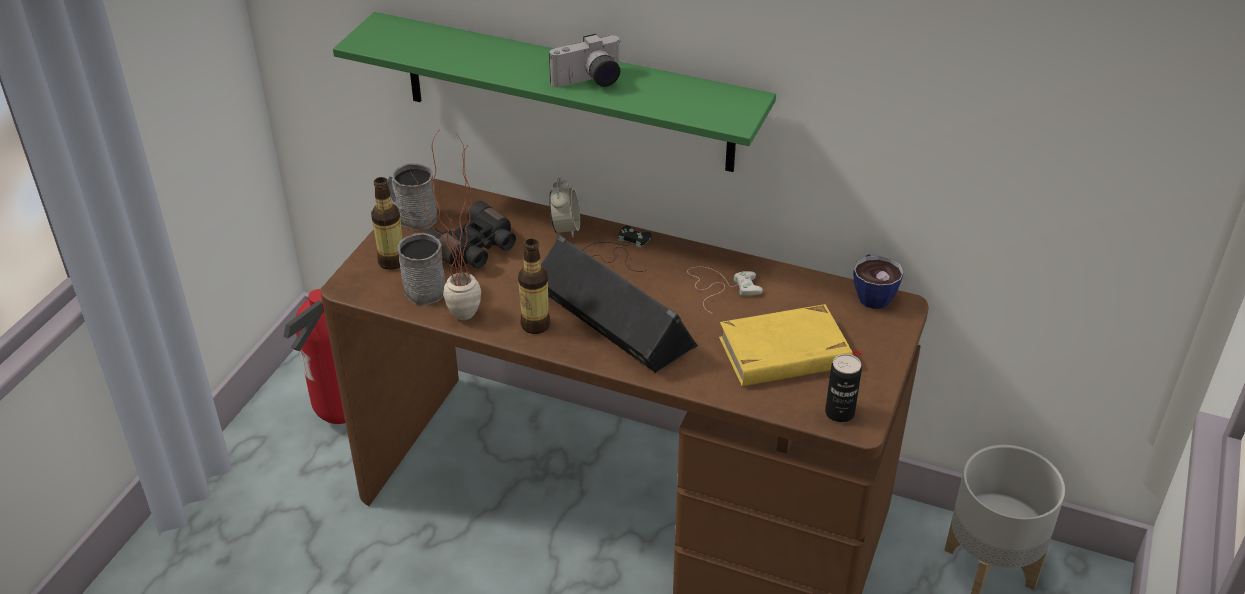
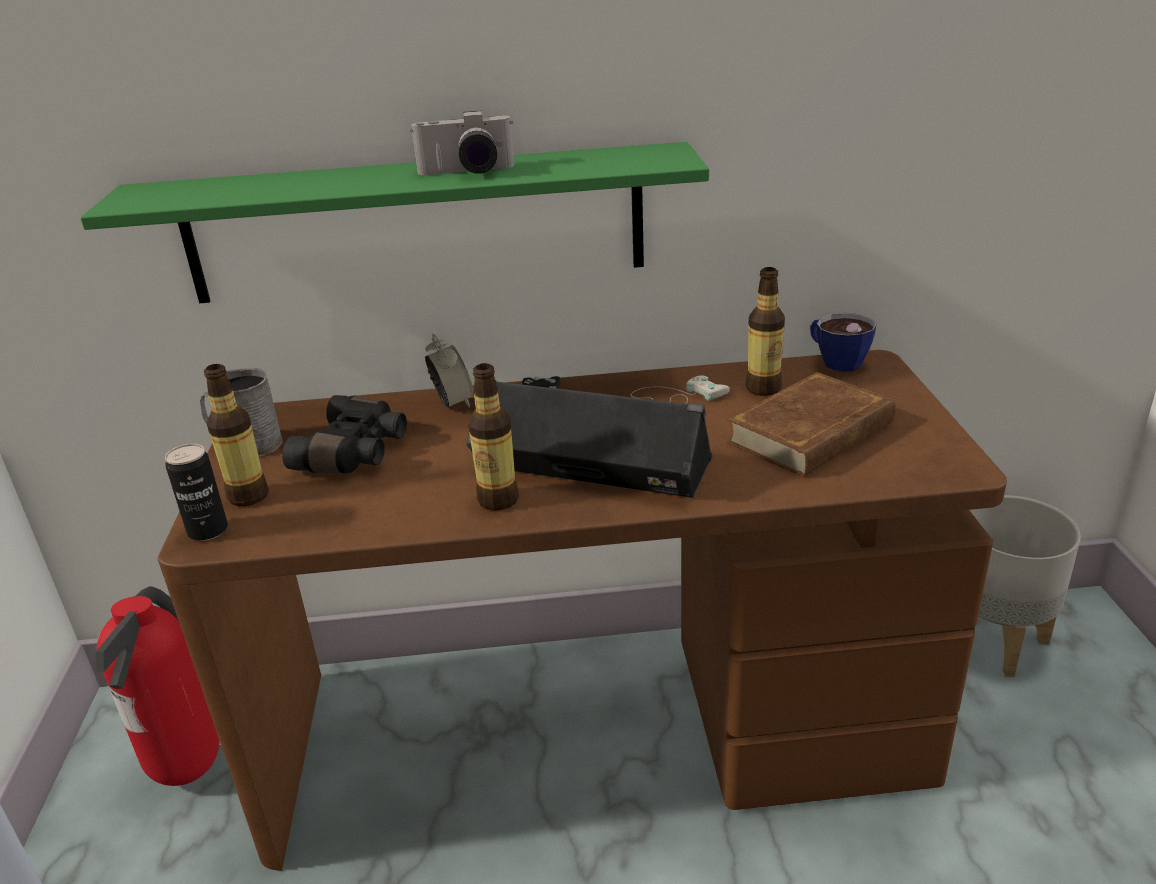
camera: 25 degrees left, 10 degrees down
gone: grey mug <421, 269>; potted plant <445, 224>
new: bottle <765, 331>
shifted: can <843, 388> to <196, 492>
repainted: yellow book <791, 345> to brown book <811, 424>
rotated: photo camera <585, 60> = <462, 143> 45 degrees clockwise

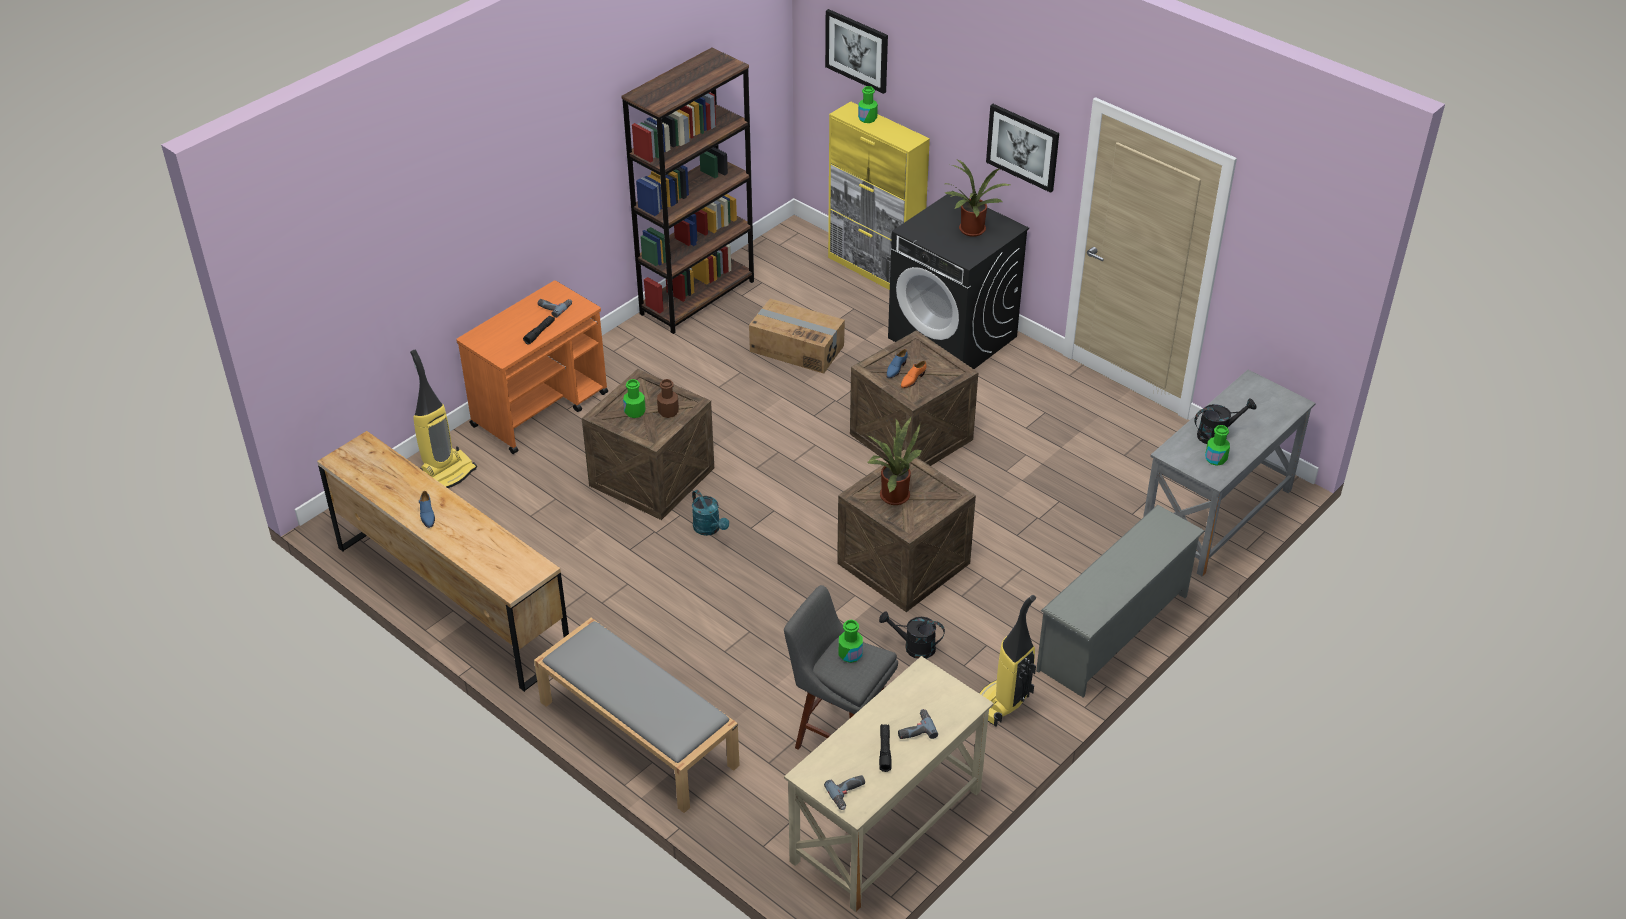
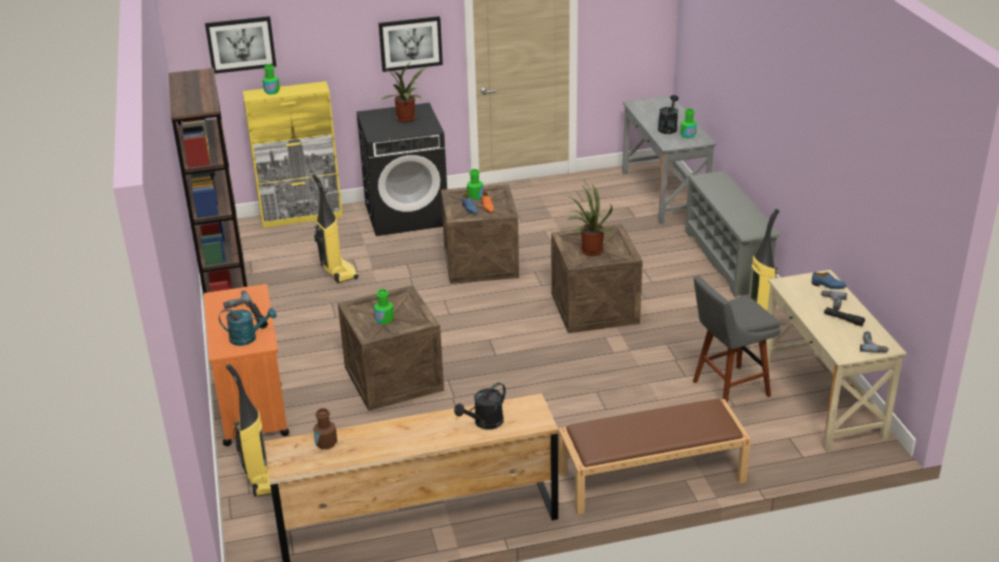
camera: 55 degrees left, 10 degrees down
shifted: turquoise watering can <710, 513> to <248, 327>; brown bottle <668, 398> to <325, 428>; black watering can <912, 635> to <480, 406>; green bottle <851, 641> to <475, 184>; blue shoe <427, 509> to <829, 280>
swapped: cardboard box <797, 336> to vacuum cleaner <335, 228>
repainted: grey bench <637, 715> to brown bench <654, 457>

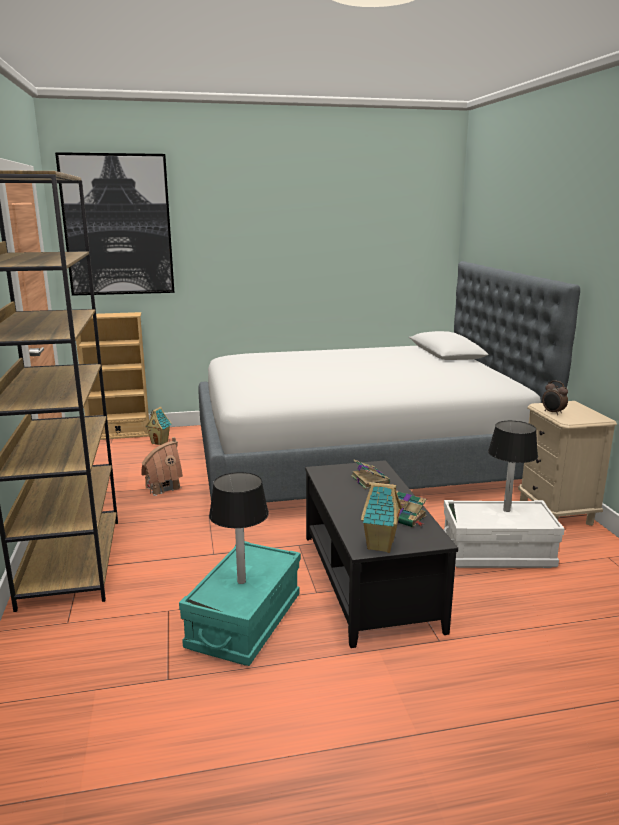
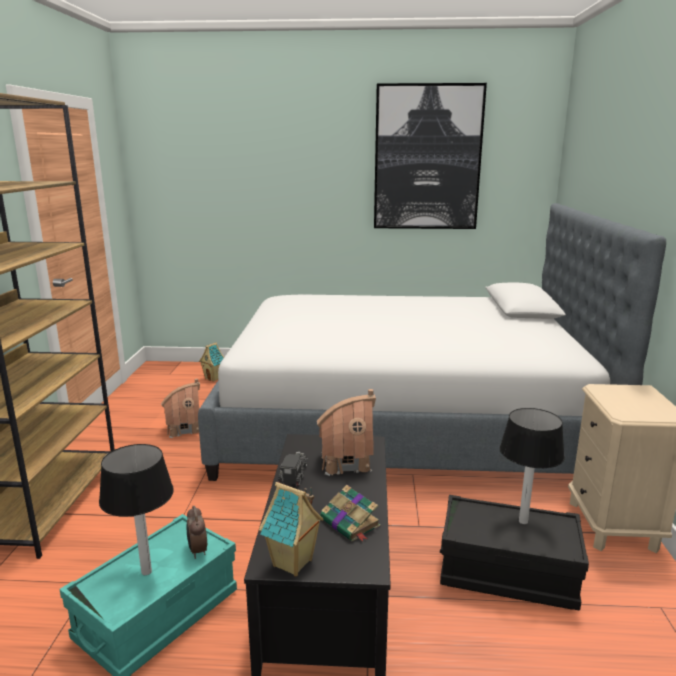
camera: 15 degrees right, 0 degrees up
gone: beige bookcase <112, 376>
new: toy truck <293, 469>
shifted: alarm clock <555, 397> to <196, 532>; picture <114, 224> to <430, 156>
swapped: book <370, 474> to toy house <346, 433>
repainted: white storage box <504, 534> to black storage box <514, 552>

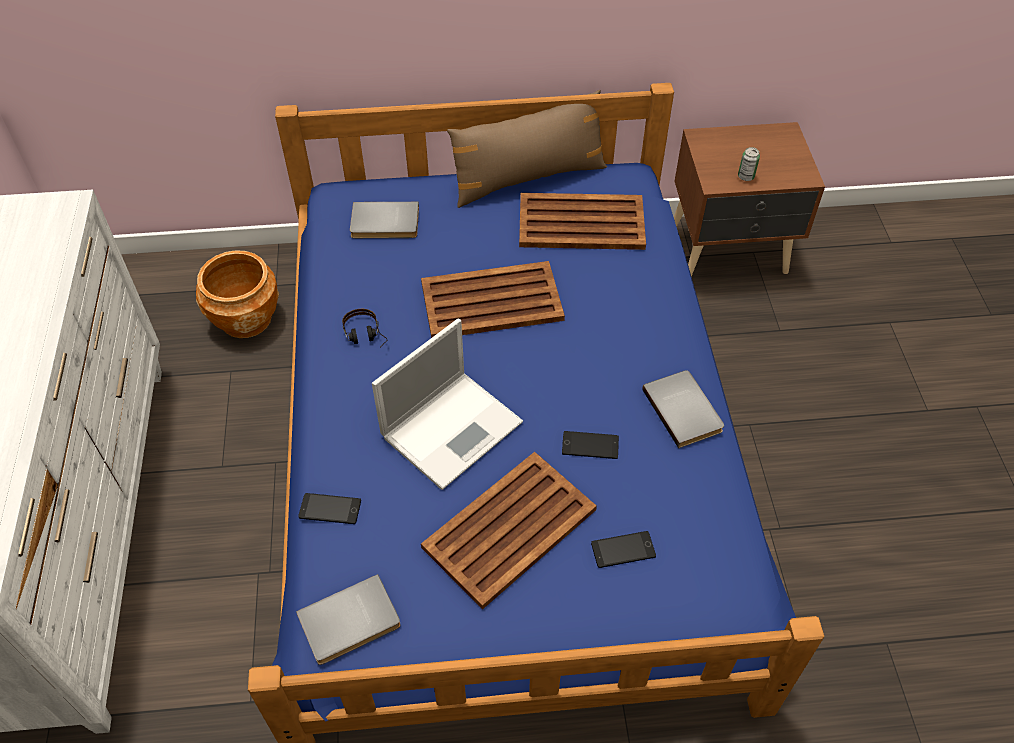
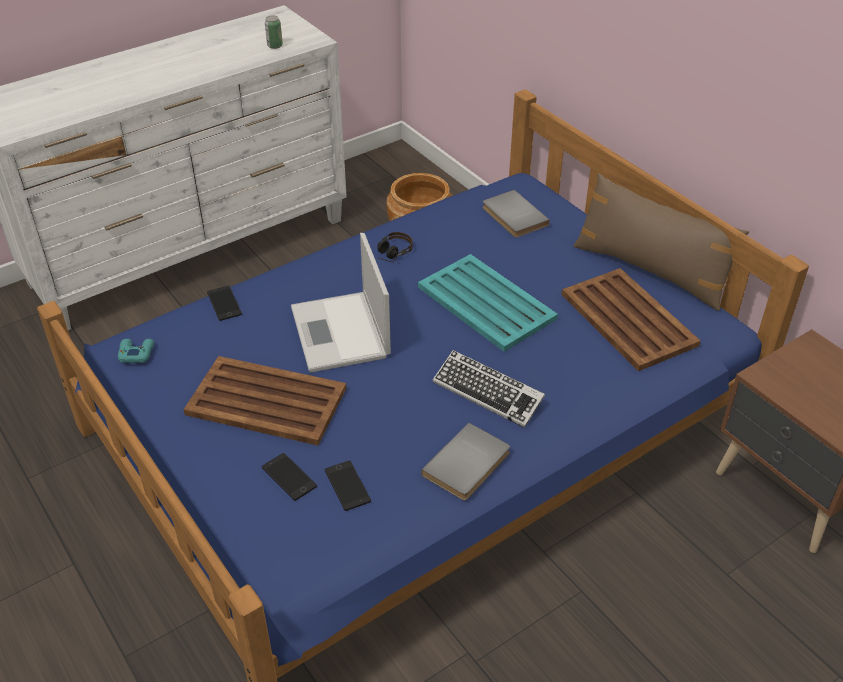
camera: 60 degrees right, 10 degrees down
new: keyboard <489, 389>
shifted: can <749, 164> to <274, 32>; phone <590, 445> to <348, 485>
swapped: grey book <348, 619> to turquoise game controller <136, 351>
repainted: brown tray <493, 299> to turquoise tray <488, 303>
rotated: laptop <447, 404> = <341, 302> 60 degrees clockwise

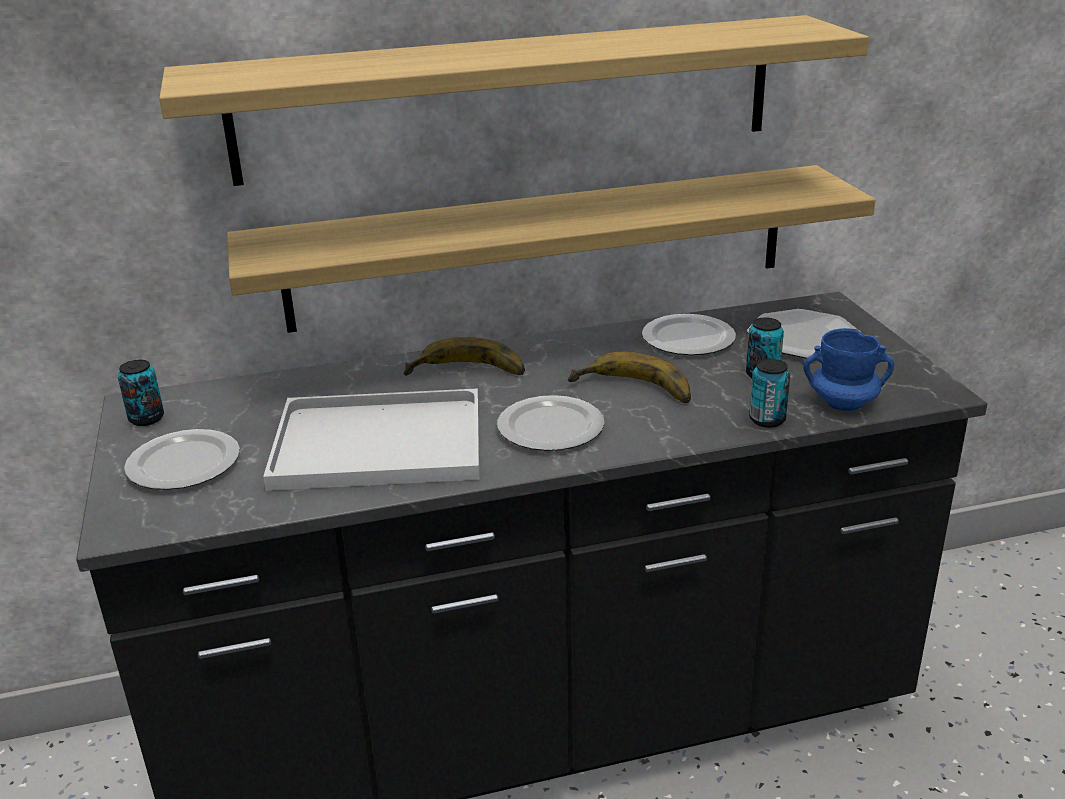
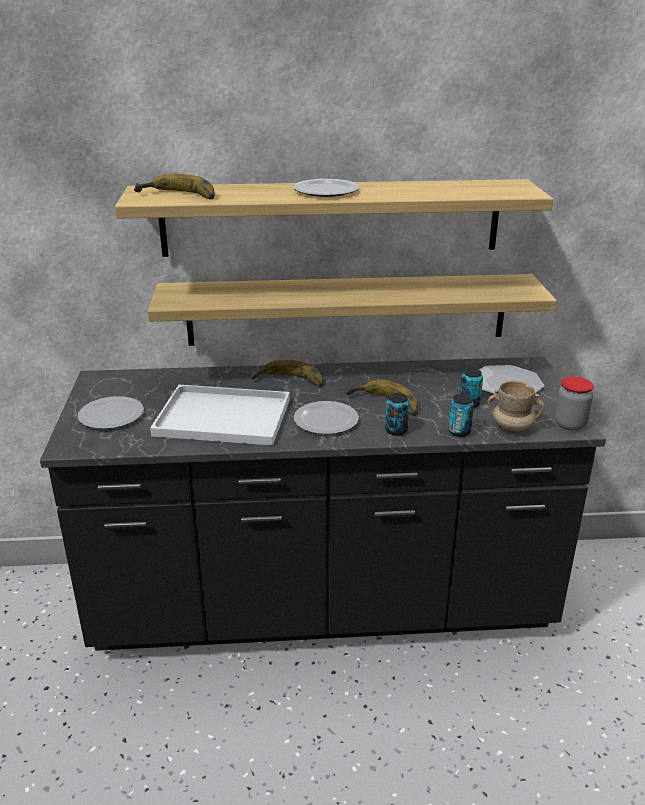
camera: 10 degrees right, 0 degrees up
new: banana <174, 186>; jar <574, 403>
shifted: plate <689, 334> to <326, 188>; can <141, 393> to <397, 414>
repainted: blue mug <848, 369> to beige mug <516, 407>

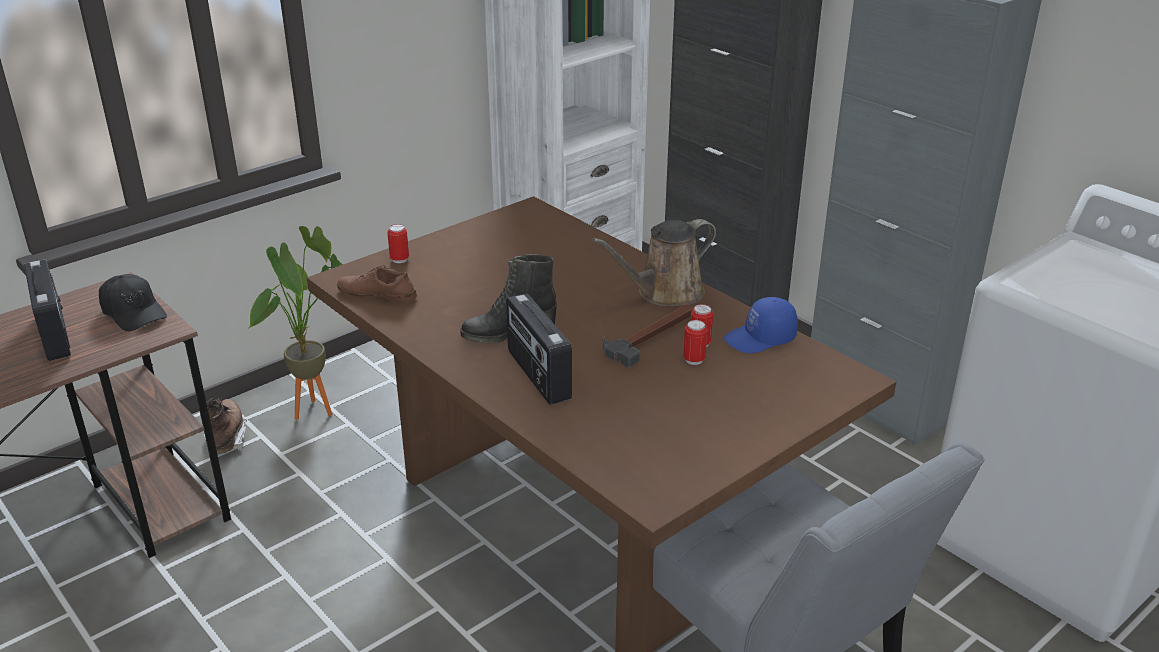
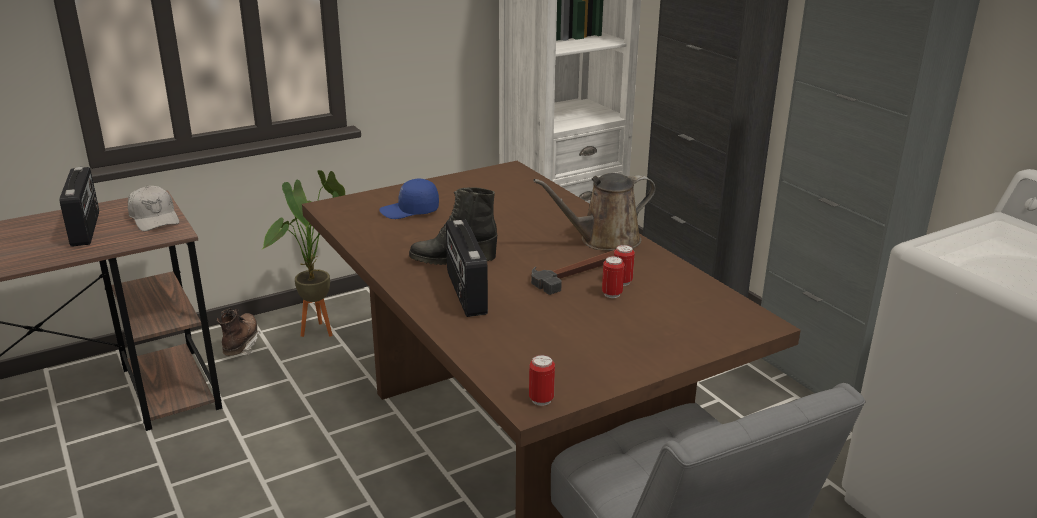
camera: 10 degrees right, 5 degrees down
gone: brown shoe <377, 284>
shifted: blue cap <761, 325> to <409, 198>; can <398, 243> to <542, 380>
repainted: black cap <133, 302> to white cap <154, 208>

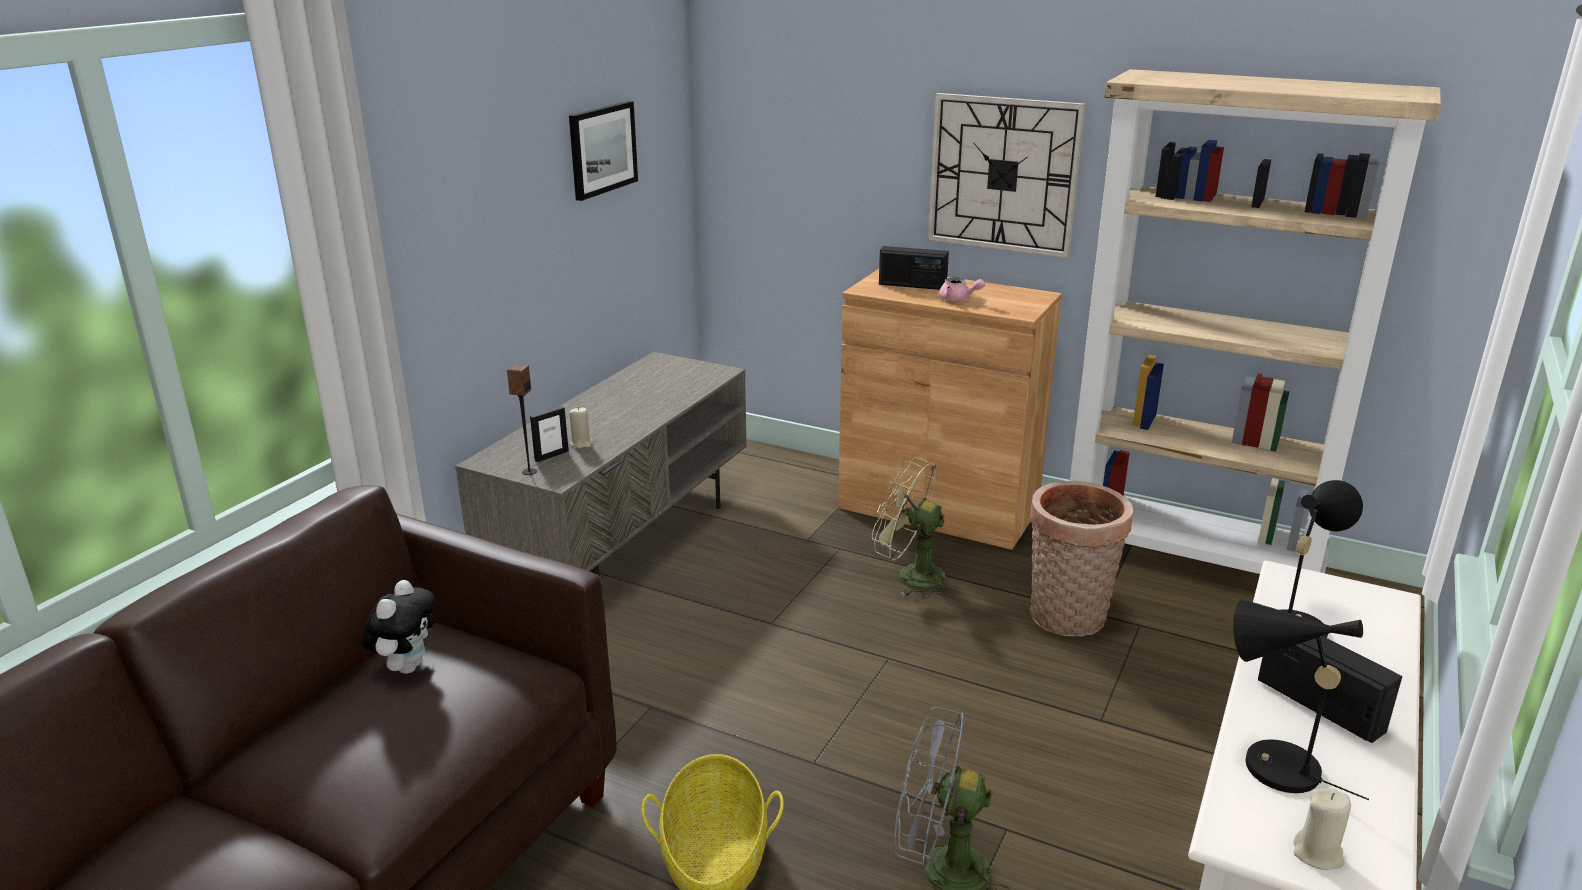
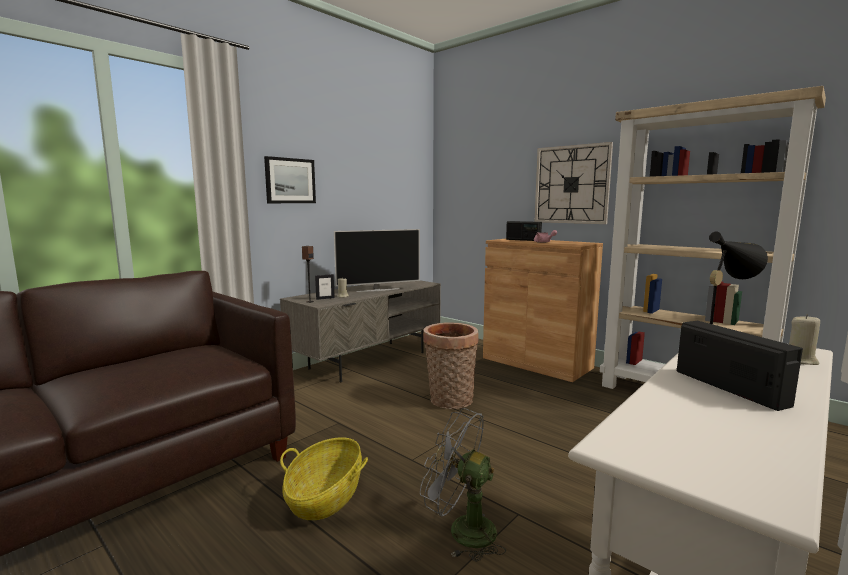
camera: 15 degrees right, 15 degrees down
gone: plush toy <398, 627>; green fan <913, 528>; black table lamp <1301, 699>
new: television <377, 260>
shifted: picture <603, 151> to <290, 179>; basket <1081, 559> to <451, 366>; beige candle <1322, 829> to <804, 339>

